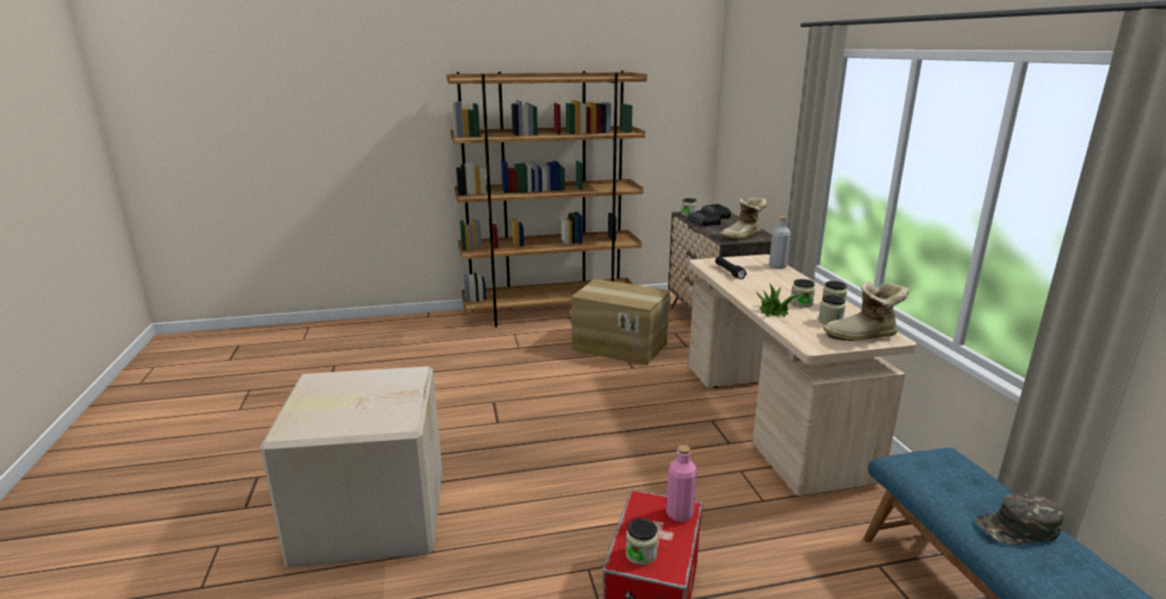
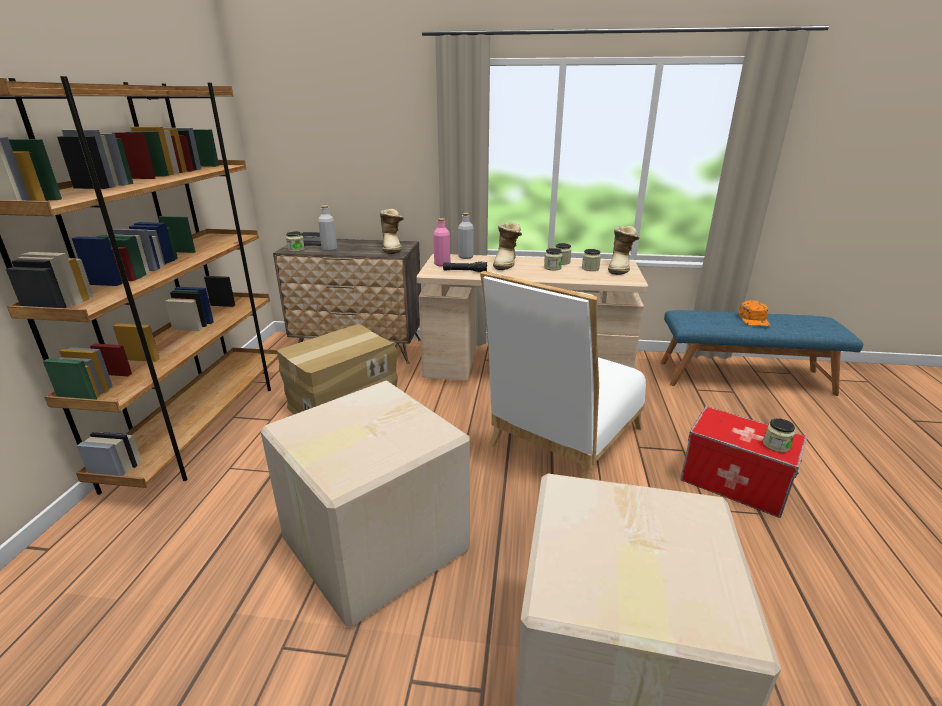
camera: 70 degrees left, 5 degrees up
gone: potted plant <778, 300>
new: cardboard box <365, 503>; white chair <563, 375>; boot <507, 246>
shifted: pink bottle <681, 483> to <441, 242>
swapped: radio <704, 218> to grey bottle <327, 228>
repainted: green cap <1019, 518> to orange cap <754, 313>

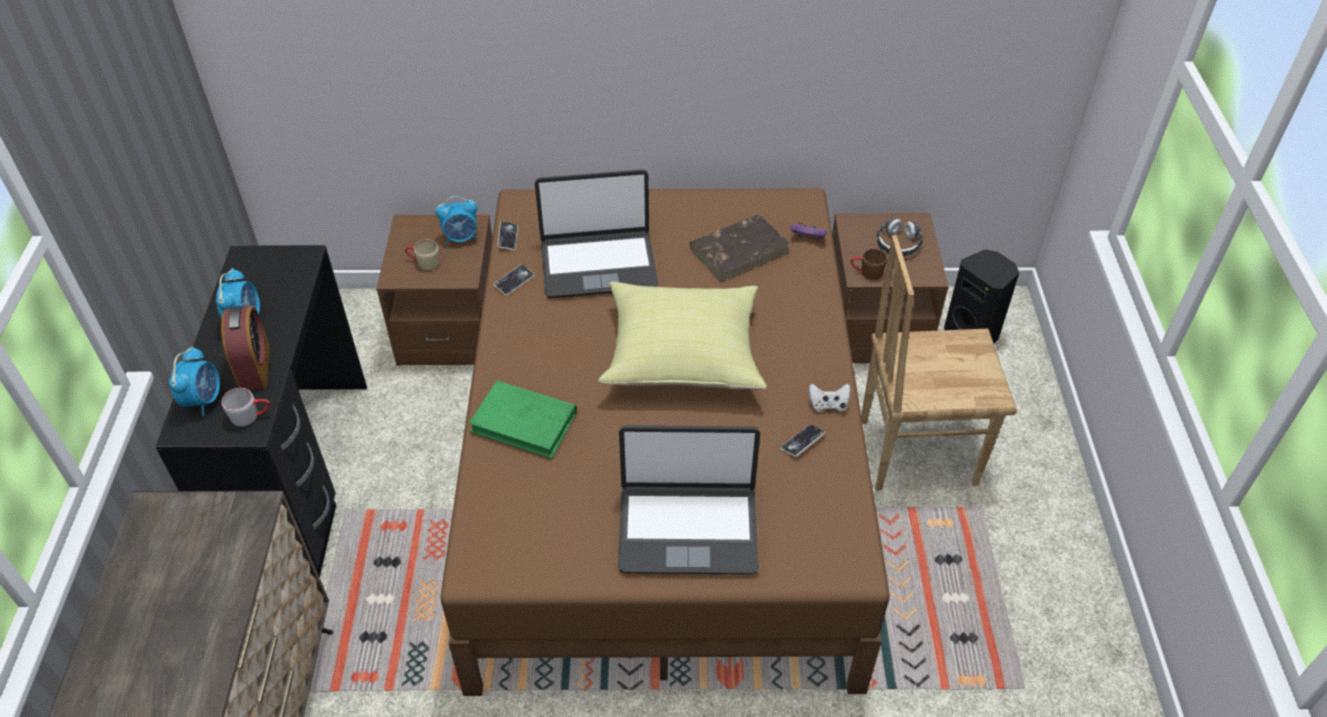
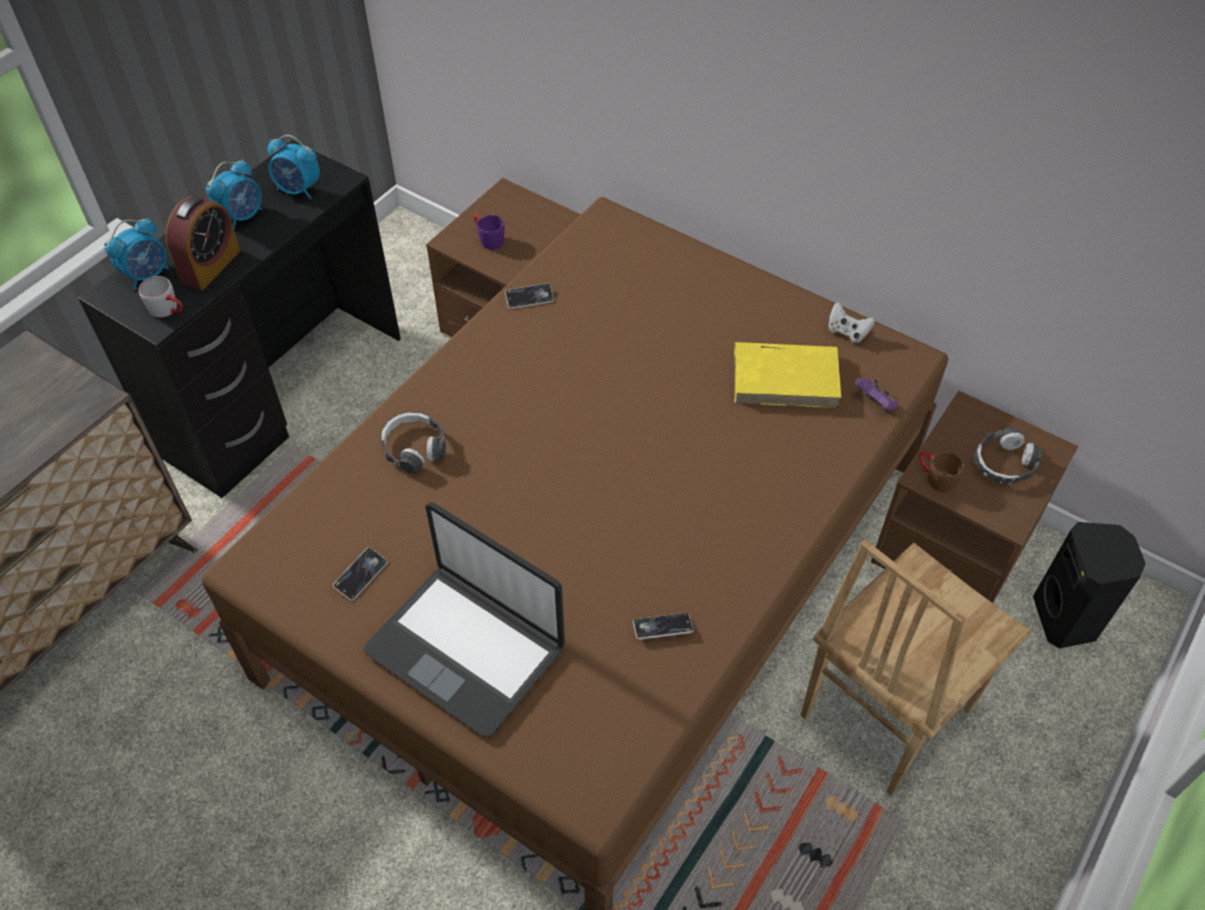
camera: 35 degrees right, 5 degrees up
gone: laptop <596, 233>; yellow pillow <682, 335>
shifted: alarm clock <457, 220> to <294, 167>; phone <507, 235> to <360, 574>; white game controller <830, 398> to <851, 322>
swapped: green book <523, 420> to headphones <413, 442>
repainted: beige mug <422, 255> to purple mug <489, 232>; brown book <740, 248> to yellow book <787, 375>
rotated: brown chair <939, 363> = <916, 668> 75 degrees counterclockwise

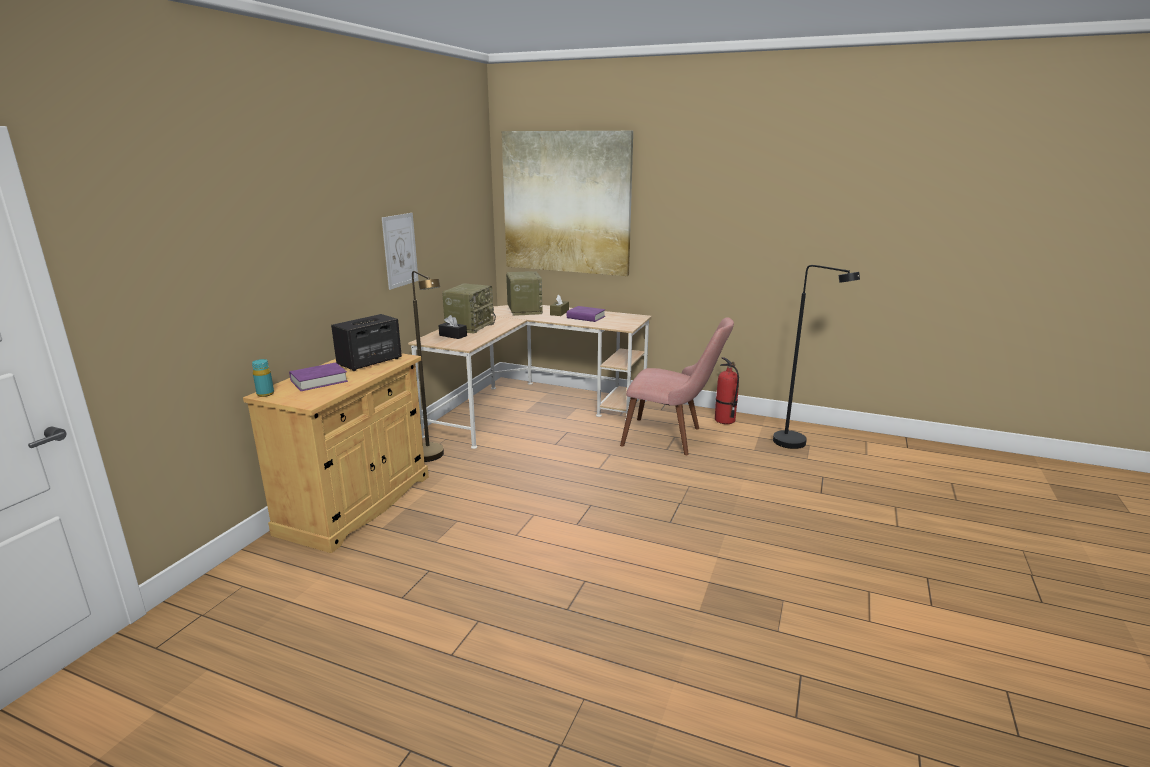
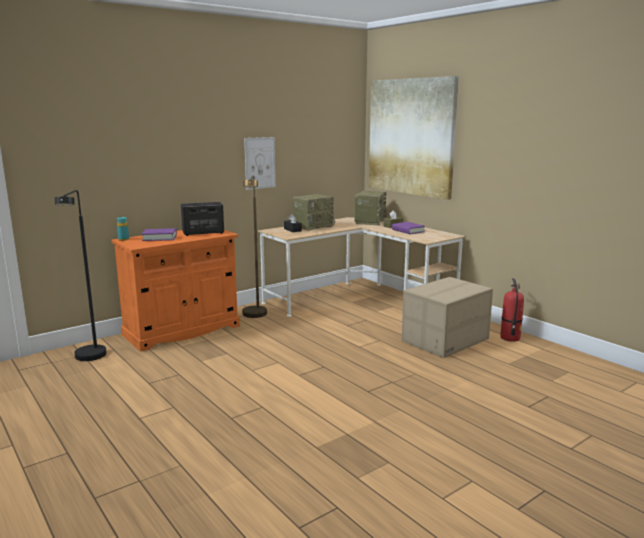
camera: 30 degrees right, 5 degrees down
shifted: black floor lamp <816, 357> to <81, 275>
swapped: pink chair <677, 386> to cardboard box <447, 317>
repainted: beige cabinet <336, 453> to orange cabinet <176, 290>

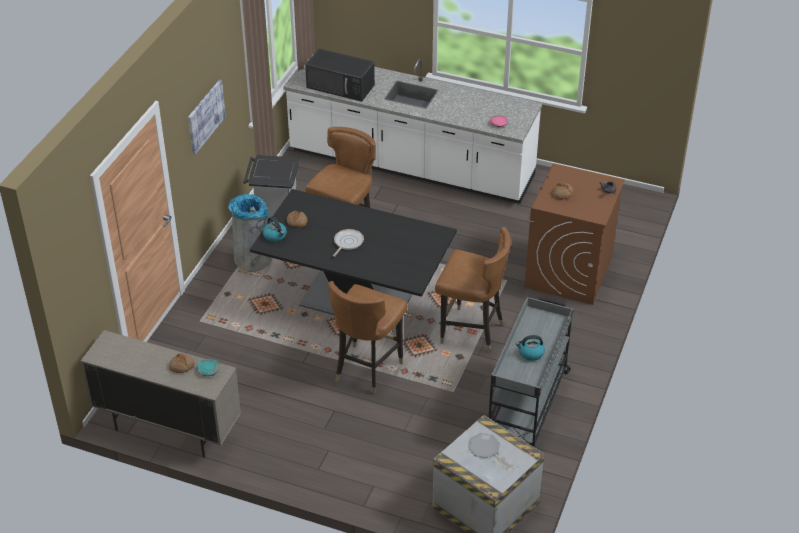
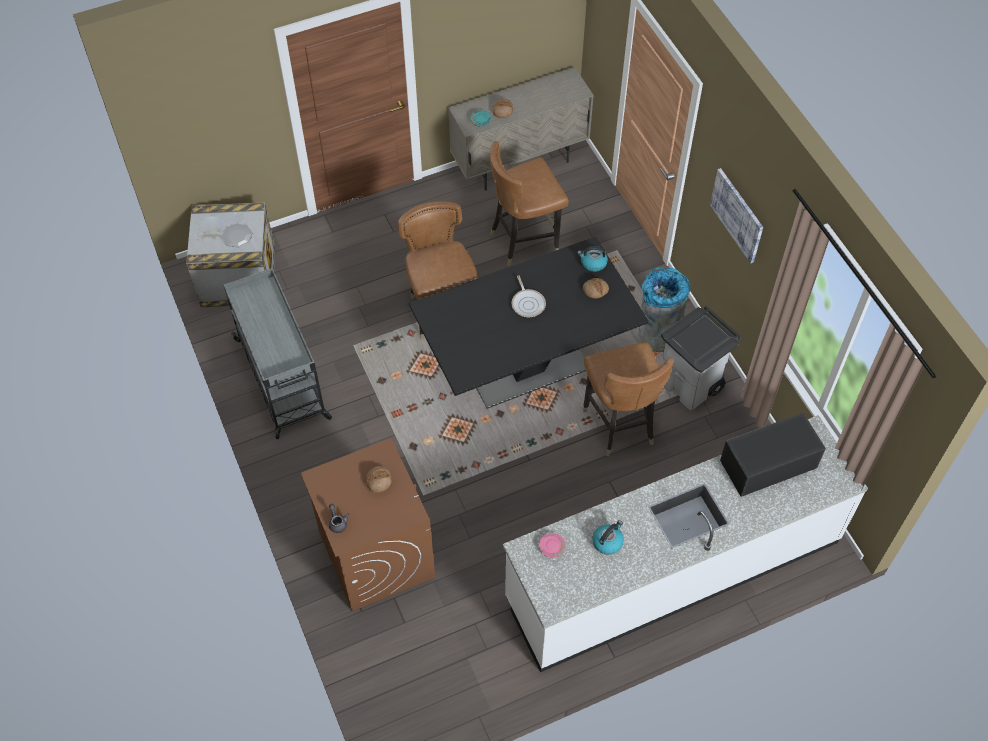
camera: 135 degrees right, 15 degrees up
shifted: brown chair <473, 290> to <529, 203>; kettle <530, 348> to <608, 537>

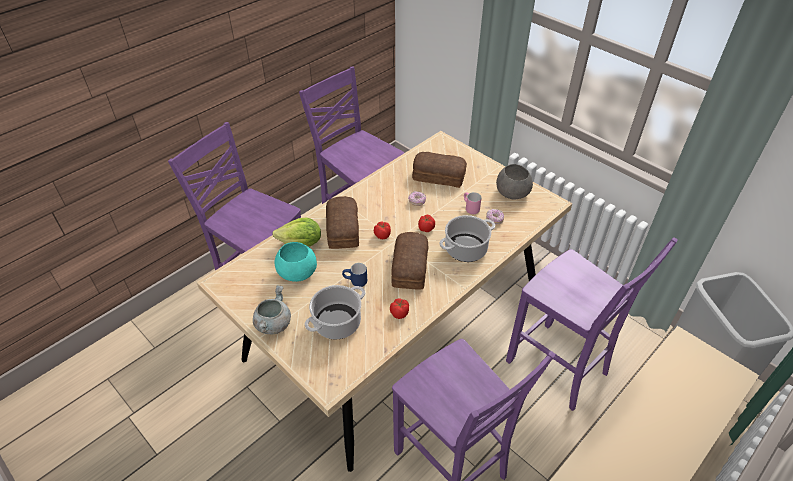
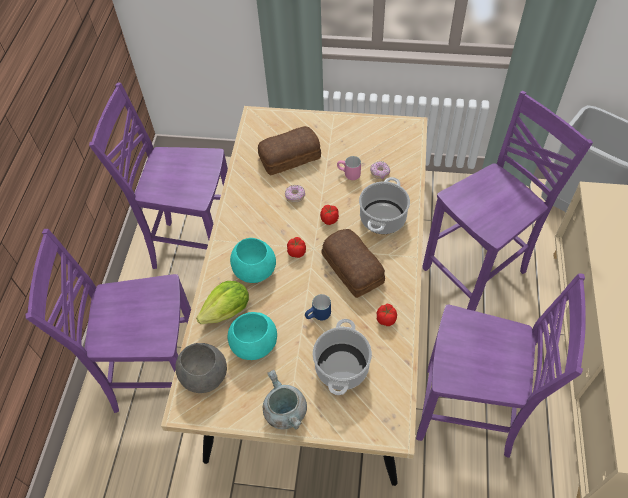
camera: 35 degrees left, 10 degrees up
shifted: grey bowl <514, 181> to <201, 368>
swapped: bread <342, 222> to turquoise bowl <253, 260>
rotated: purple chair <592, 324> = <507, 201> 45 degrees counterclockwise

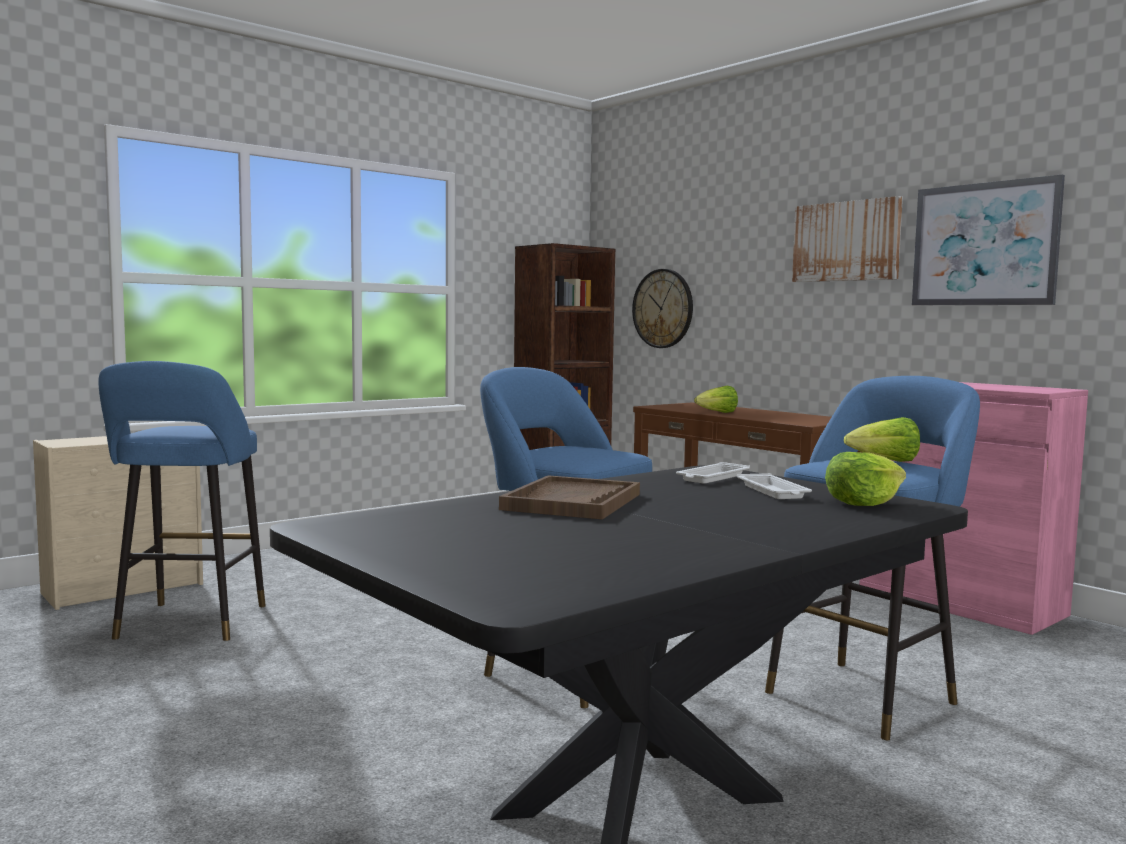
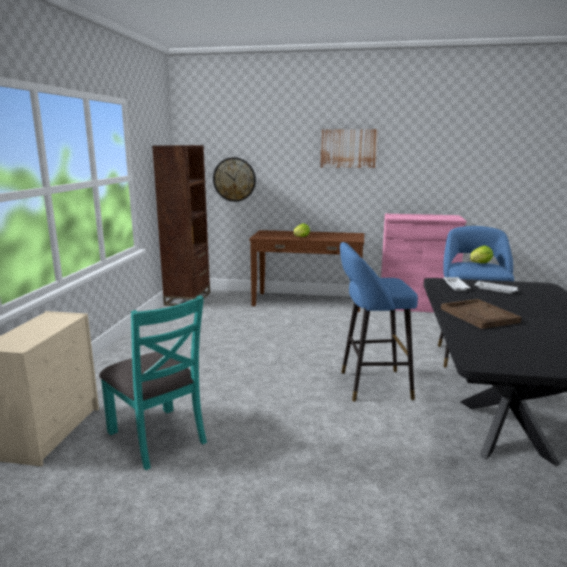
camera: 40 degrees left, 10 degrees up
gone: lettuce <865, 479>; picture <988, 240>
swapped: blue stool <182, 501> to turquoise chair <153, 382>

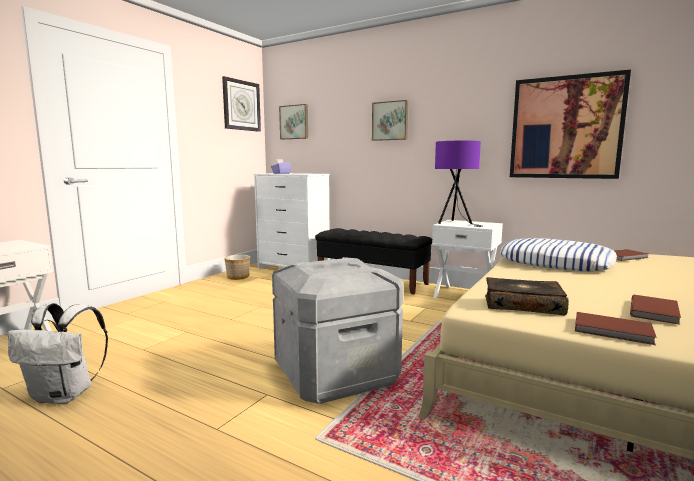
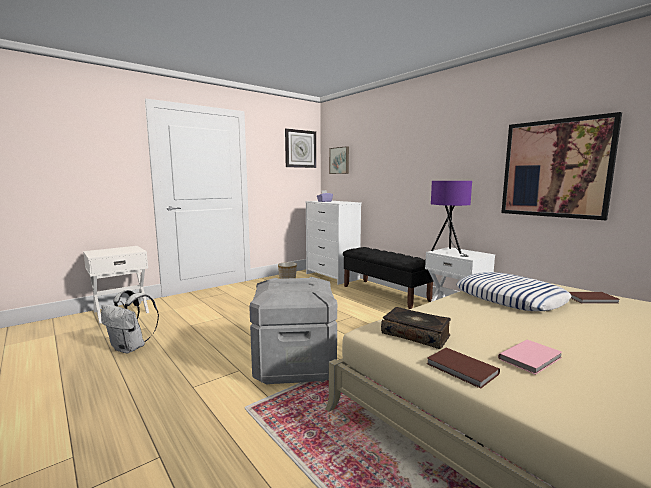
camera: 20 degrees right, 0 degrees up
gone: picture <390, 120>
repainted: brown book <655, 310> to pink book <530, 357>

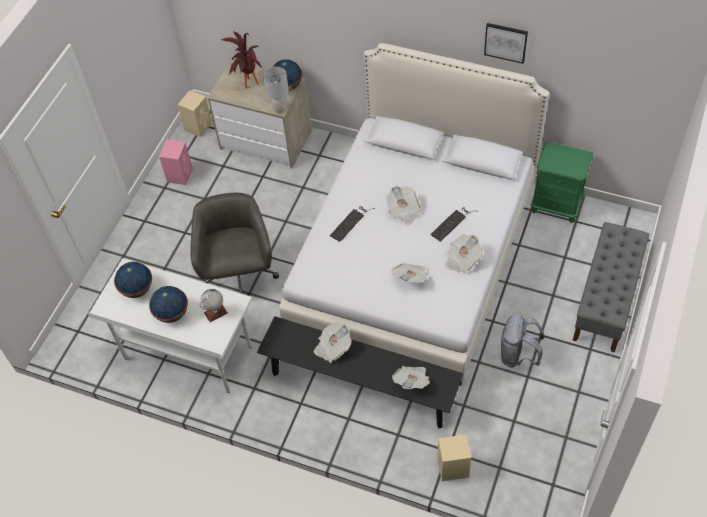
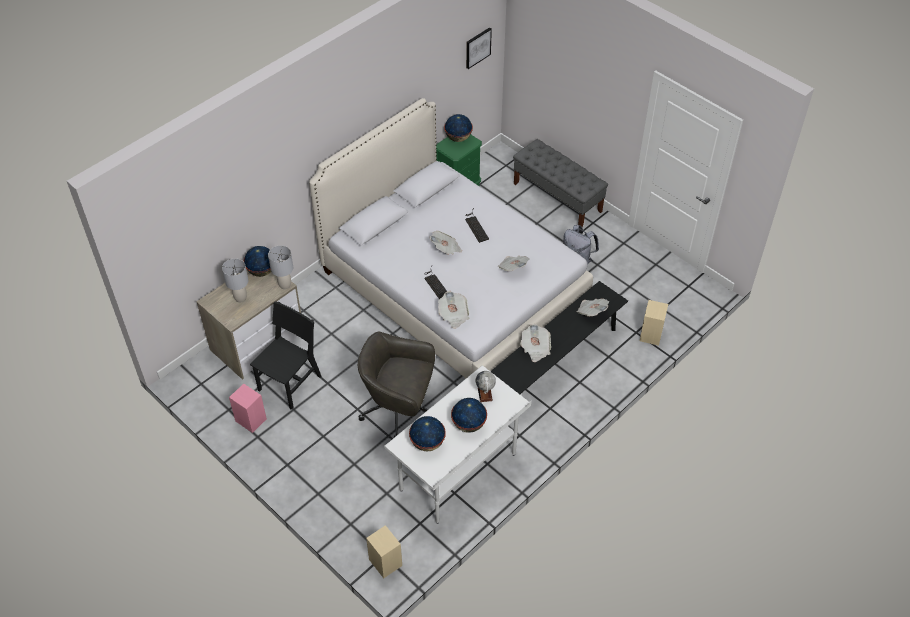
camera: 70 degrees left, 5 degrees down
new: black chair <285, 355>; globe <458, 128>
shifted: beige speaker <194, 113> to <384, 551>; newspaper <464, 254> to <453, 310>; picture <506, 43> to <479, 48>
swapped: potted plant <241, 60> to grey table lamp <235, 280>

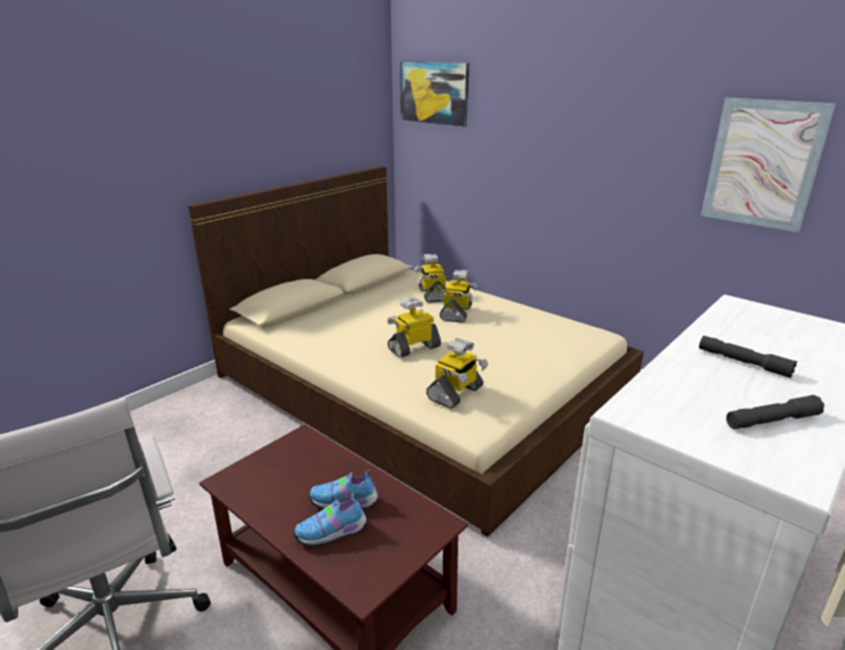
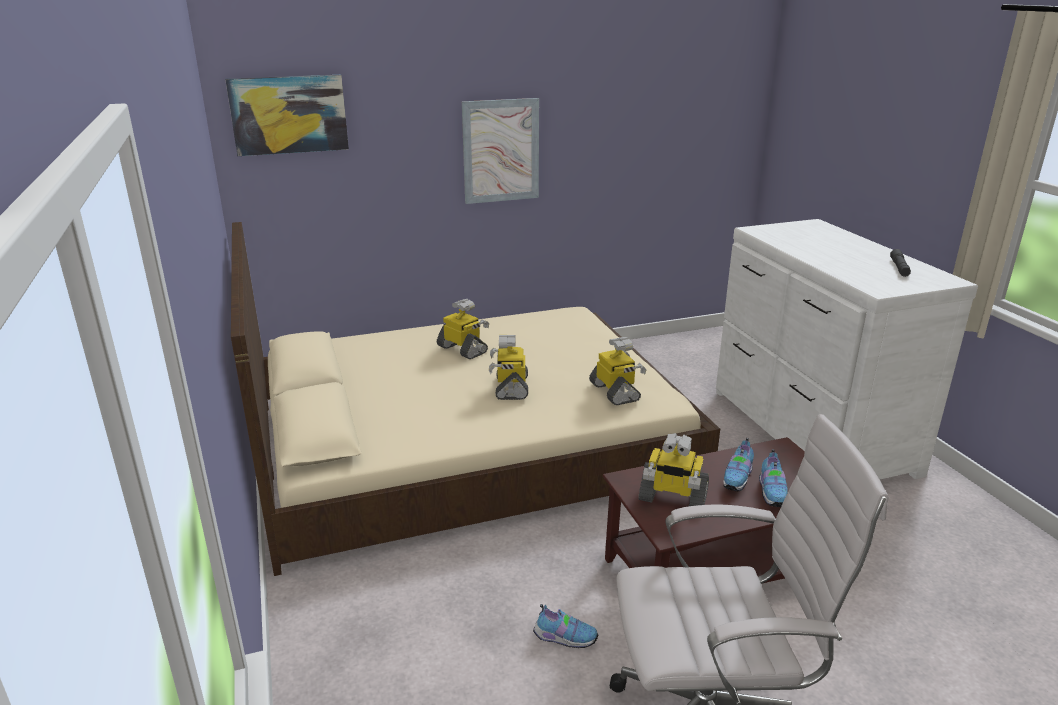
camera: 60 degrees left, 0 degrees up
gone: grey flashlight <748, 357>
new: shoe <565, 626>
shifted: picture <768, 165> to <500, 151>; toy robot <430, 278> to <673, 469>

